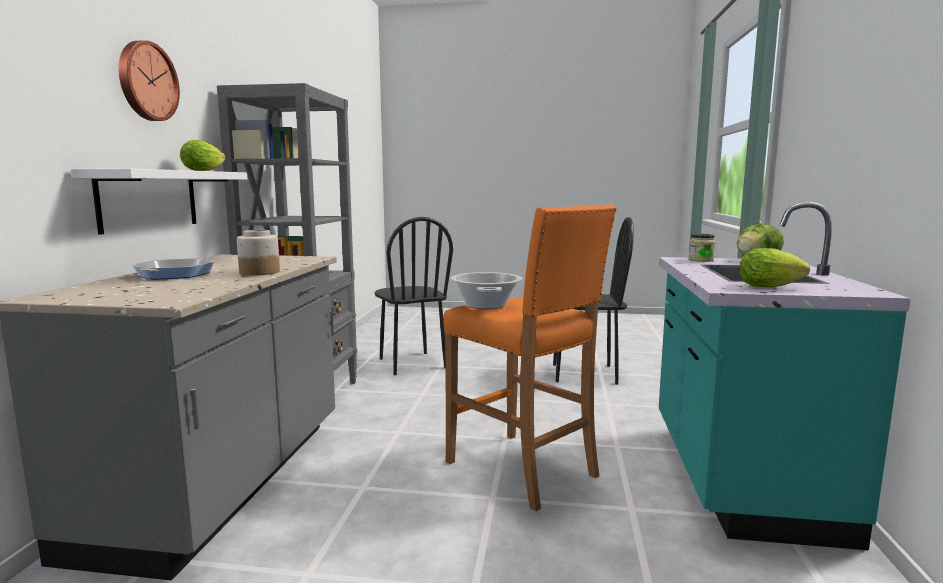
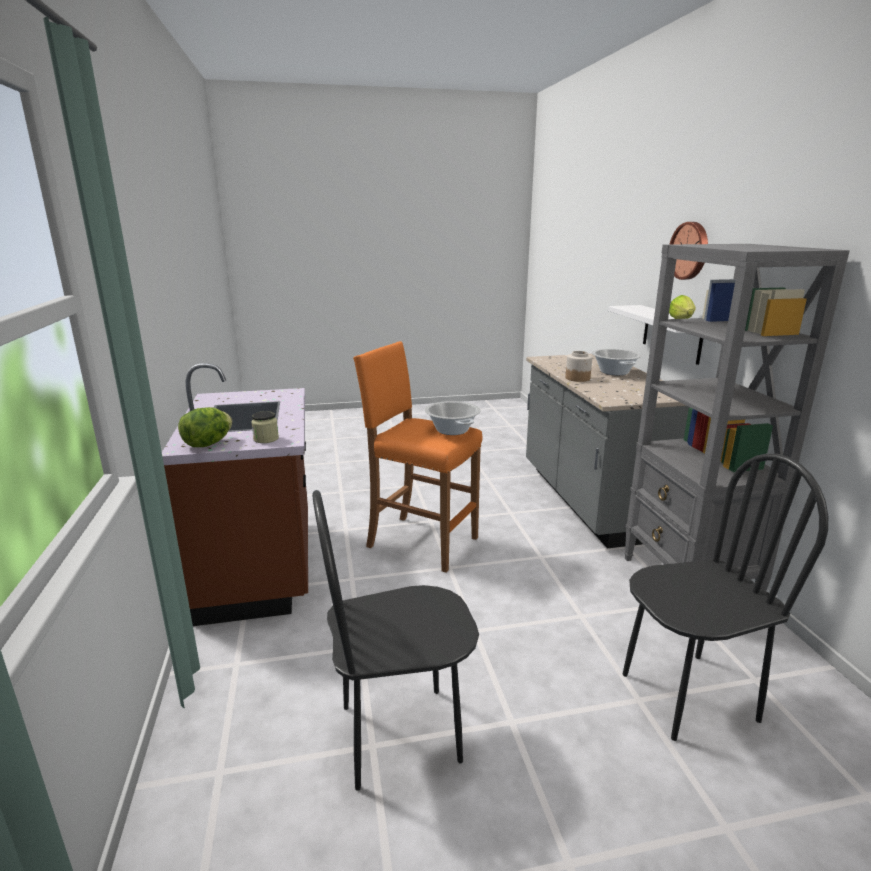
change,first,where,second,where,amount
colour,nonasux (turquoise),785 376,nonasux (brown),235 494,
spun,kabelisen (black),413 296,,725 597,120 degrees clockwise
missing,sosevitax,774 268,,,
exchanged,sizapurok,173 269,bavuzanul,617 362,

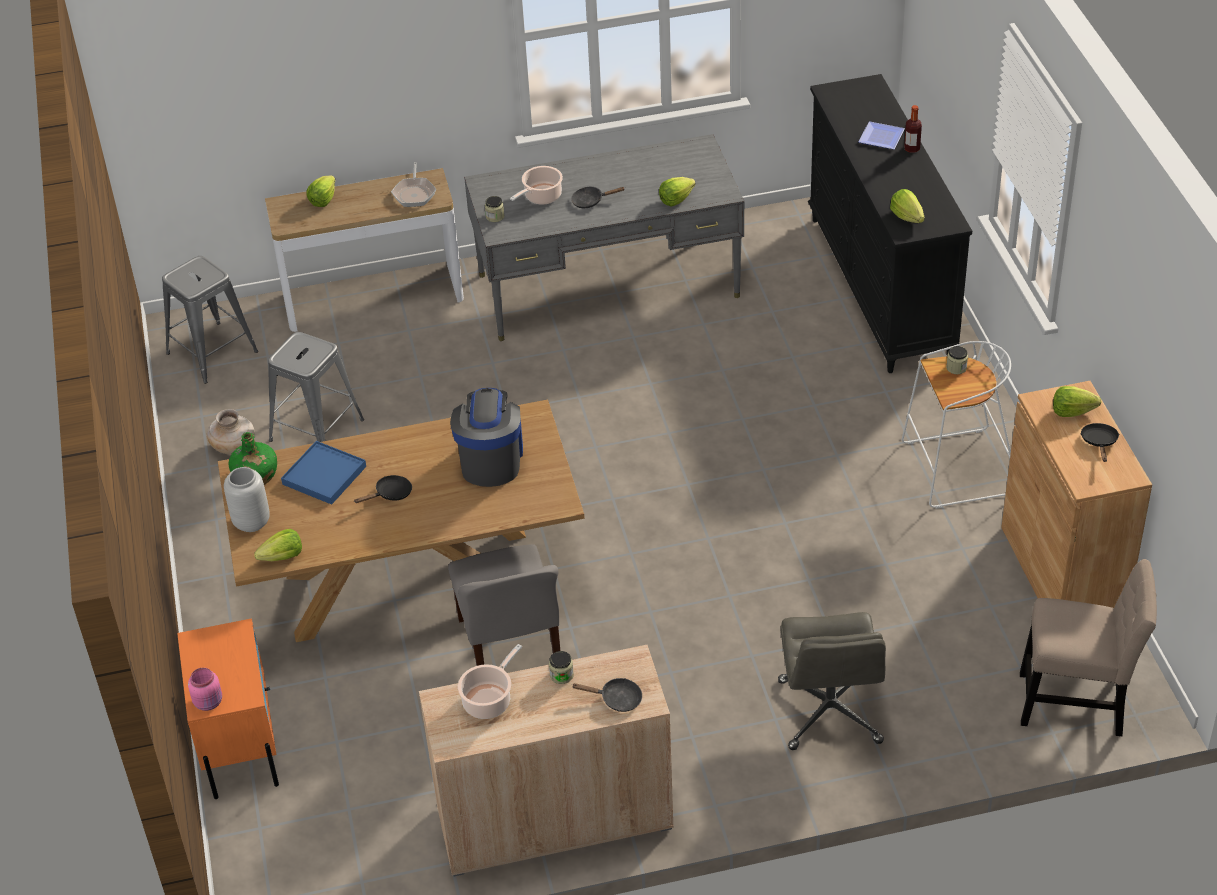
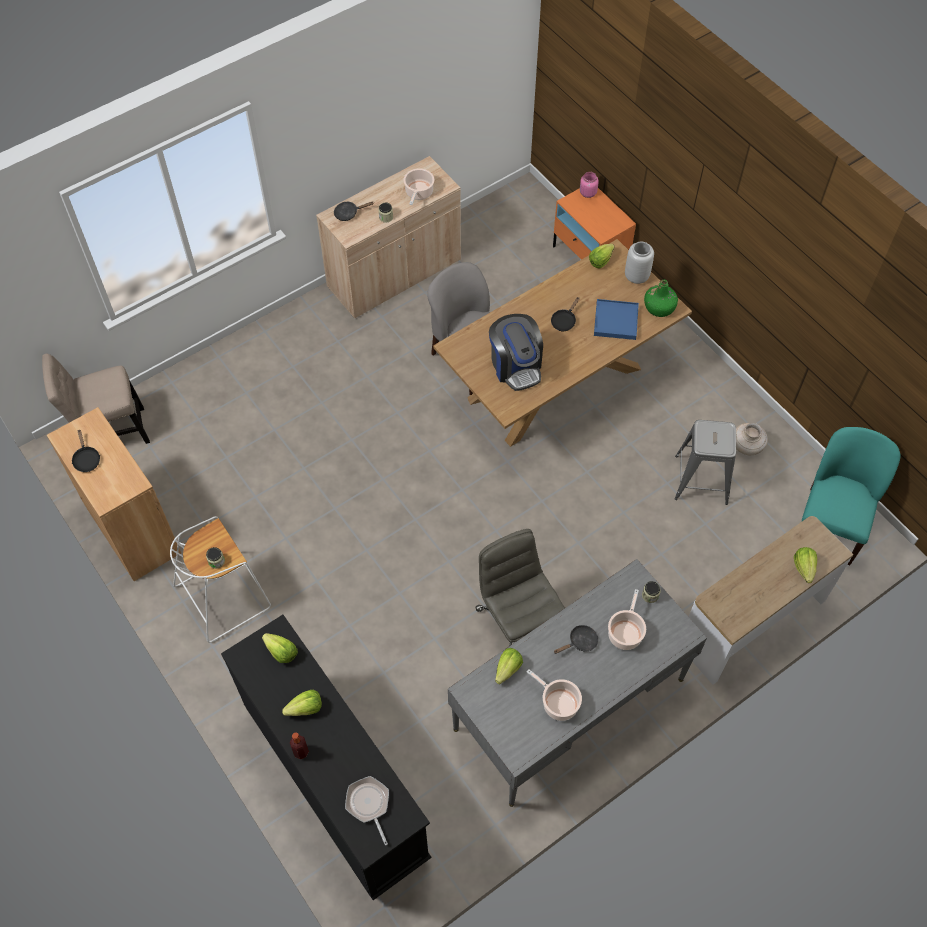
change,first,where,second,where,amount
missing,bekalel,881 135,,,
relocated,sizapurok,413 184,,367 810,
exchanged,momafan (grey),210 320,kabelisen (turquoise),851 496,
relocated,sosevitax,1077 401,,302 703,
relocated,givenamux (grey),832 681,,520 587,
appeared,,,bavuzanul,554 695,

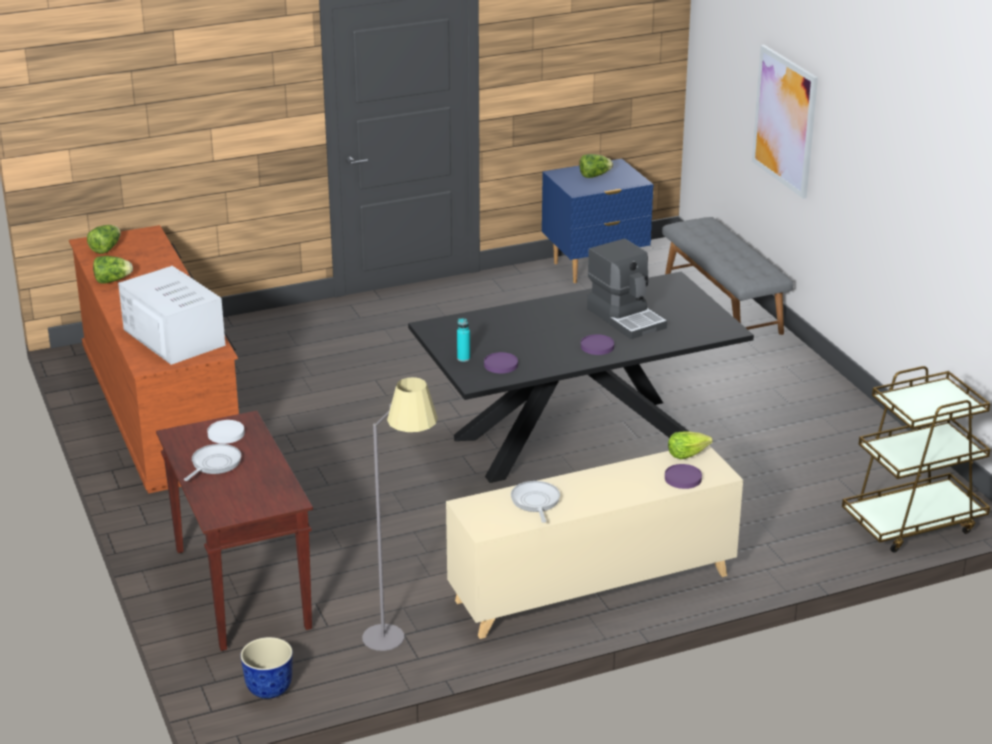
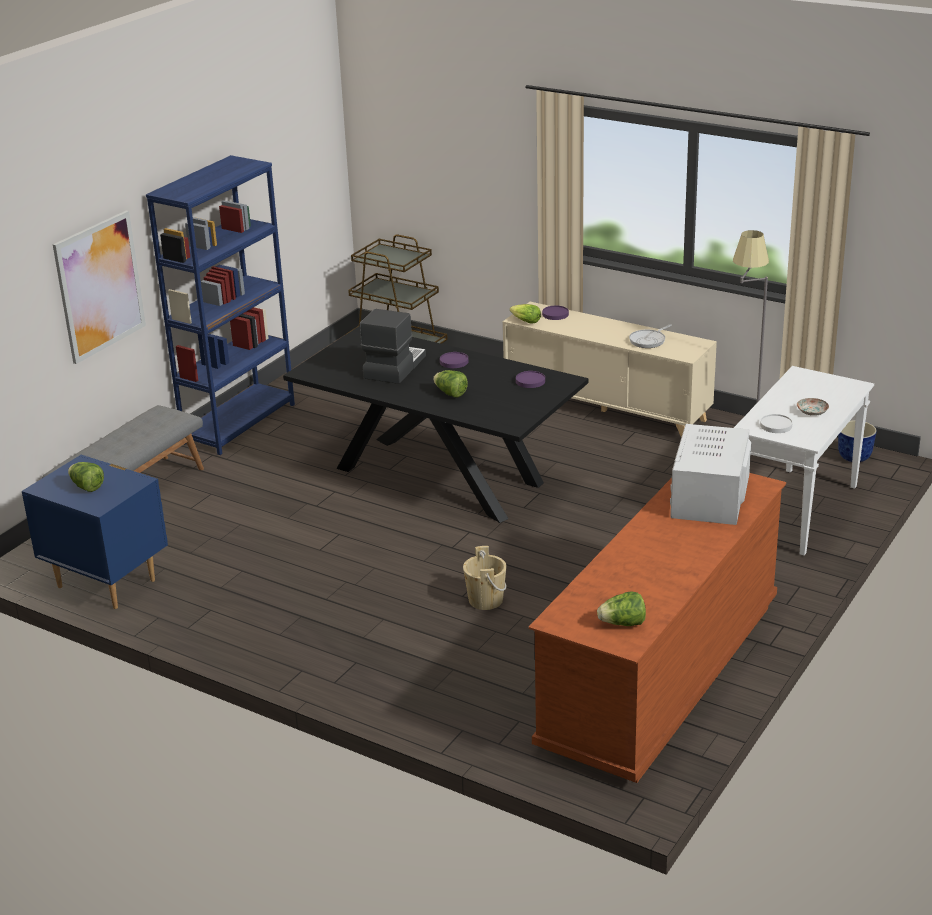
change,first,where,second,where,amount
relocated,sosevitax,113 270,,450 384,
missing,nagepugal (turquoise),463 340,,,
colour,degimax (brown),234 531,degimax (white),804 461,
exchanged,sizapurok,212 462,bekalel,813 407,
appeared,,,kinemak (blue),220 305,
appeared,,,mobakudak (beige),485 578,

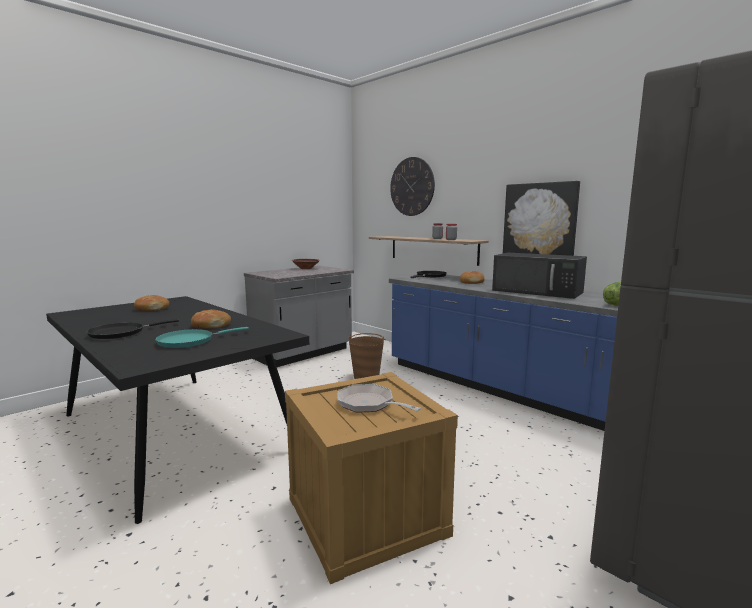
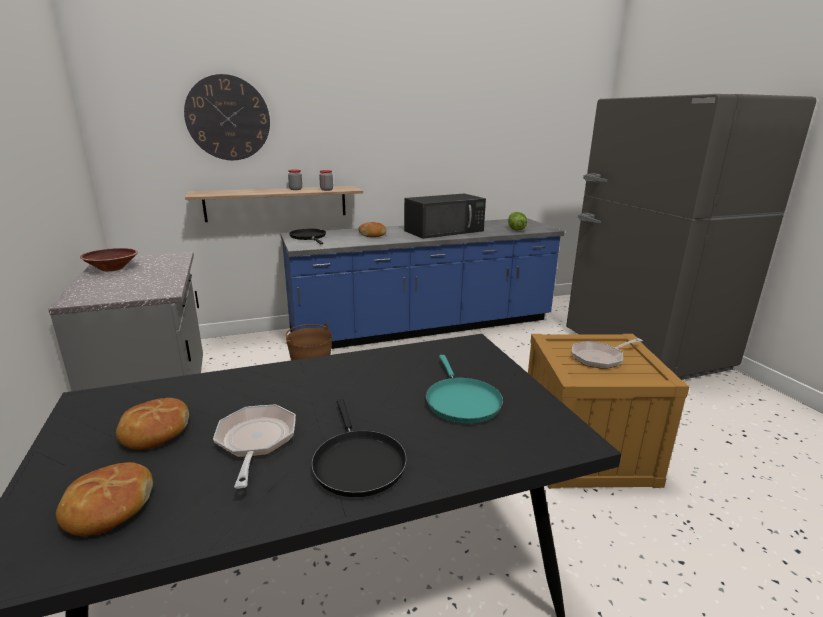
change,first,where,second,where,amount
missing,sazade,541 218,,,
relocated,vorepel,211 319,,104 499,
appeared,,,sizapurok,254 446,

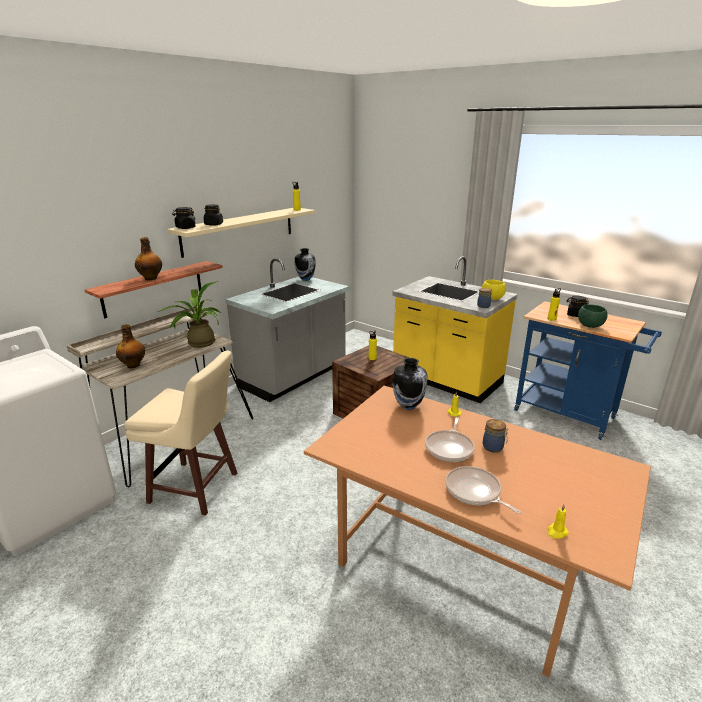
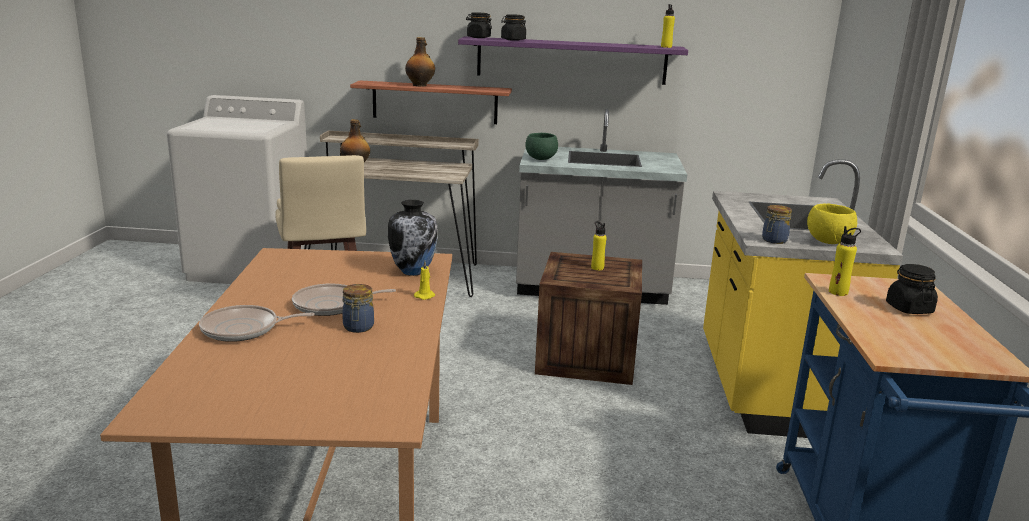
change,first,where,second,where,amount
colour,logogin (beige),241 233,logogin (purple),573 60,
missing,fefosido,305 264,,,
missing,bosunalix,189 314,,,
relocated,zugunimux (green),593 316,,541 146,
spun,sizapurok,483 490,,257 323,120 degrees counterclockwise
missing,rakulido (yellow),558 522,,,

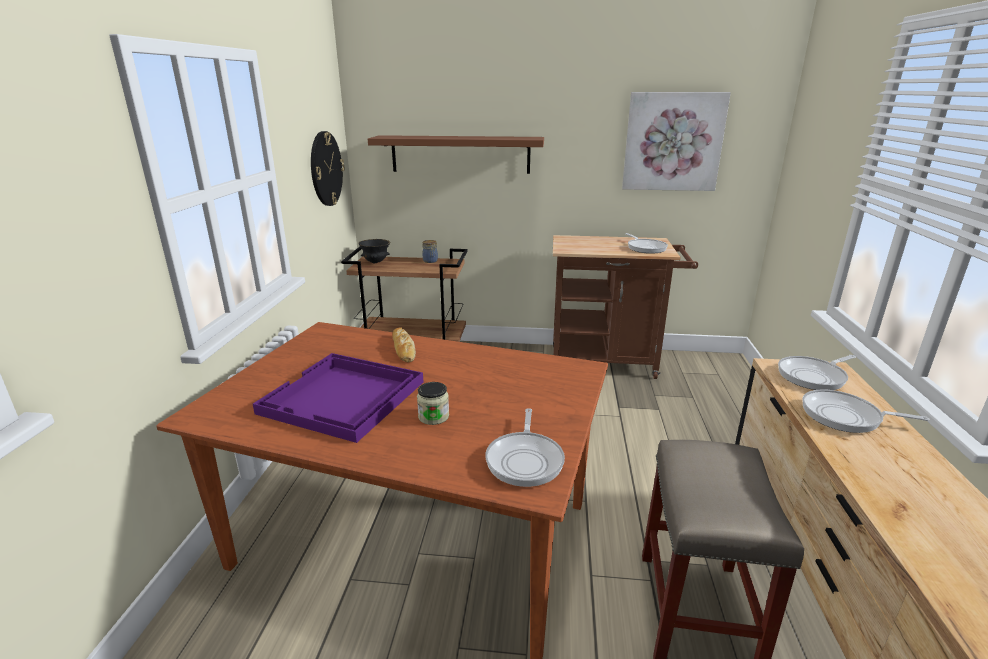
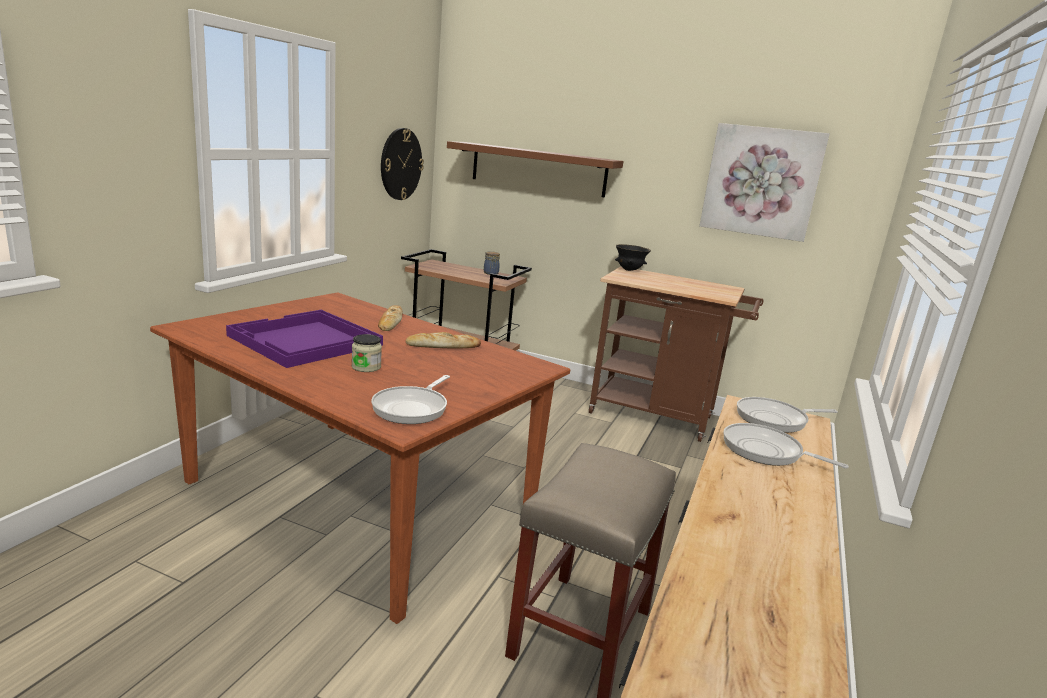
change,first,where,second,where,amount
missing,sizapurok,646 243,,,
relocated,zugunimux (black),374 251,,633 257,
appeared,,,vorepel,443 340,

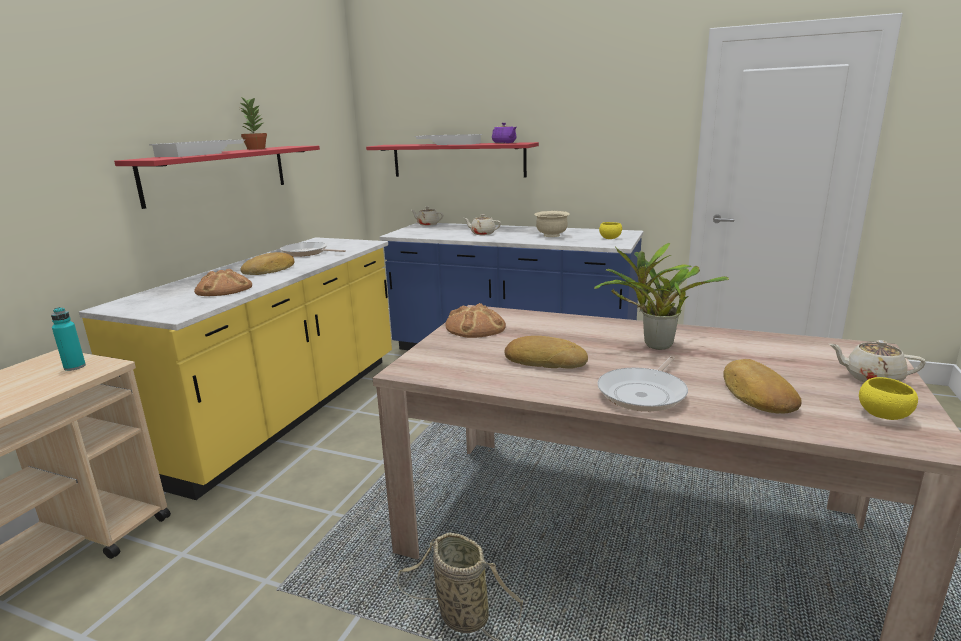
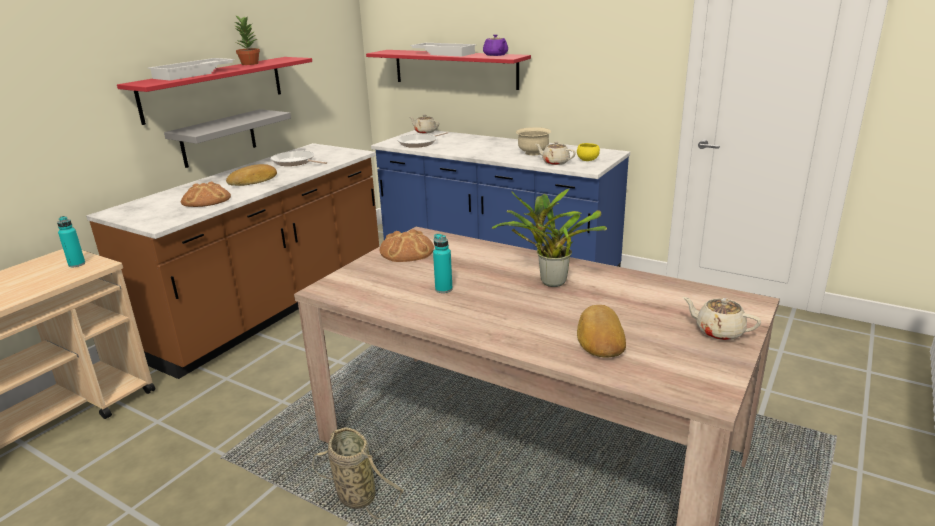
change,first,where,second,where,amount
relocated,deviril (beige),482 224,,555 153,
colour,nonasux (yellow),235 368,nonasux (brown),232 261,
exchanged,vorepel,546 352,nagepugal (turquoise),443 263,
relocated,sizapurok,642 384,,422 140,
missing,zugunimux (yellow),888 398,,,
appeared,,,logogin (grey),227 138,

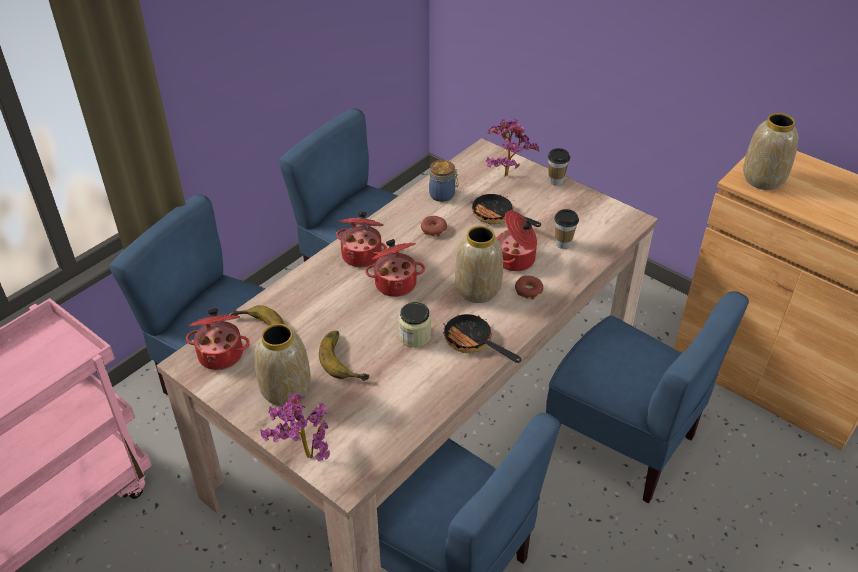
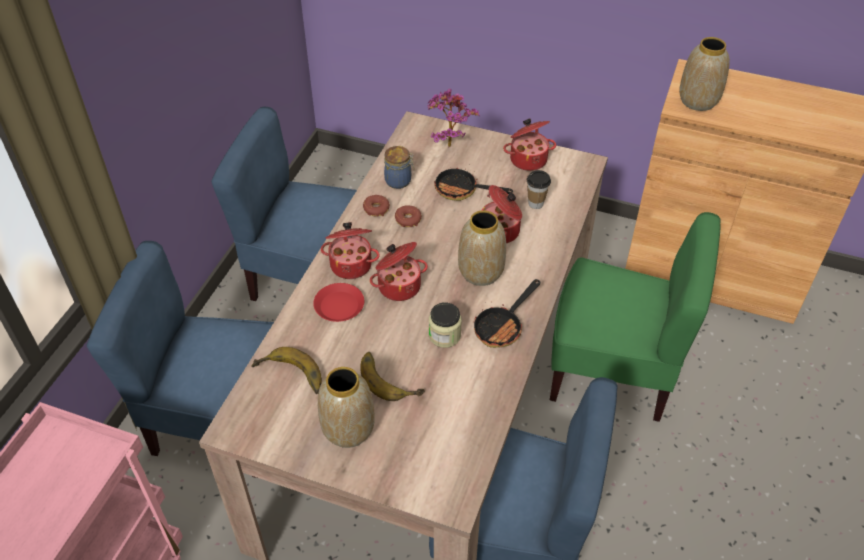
change,first,where,second,where,amount
missing,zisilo,559 167,,,
relocated,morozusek,529 288,,376 206,
colour,kabelisen (blue),647 397,kabelisen (green),635 317,
relocated,bavuzanul,218 339,,529 144,
spun,sizapurok,482 337,,507 313,75 degrees counterclockwise
missing,bosunalix,295 427,,,
appeared,,,bekalel (red),338 302,

